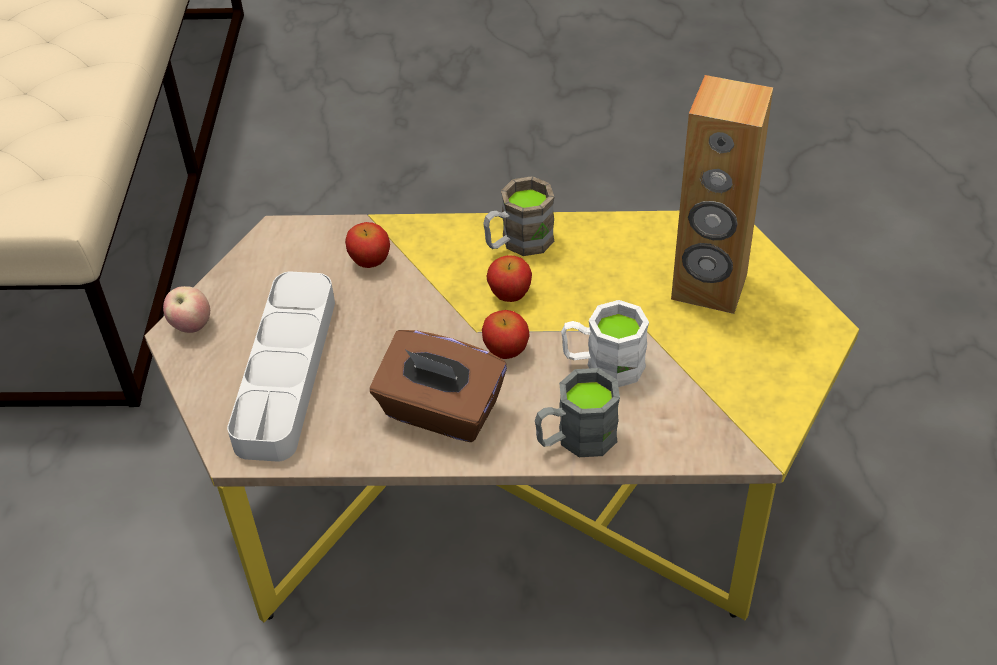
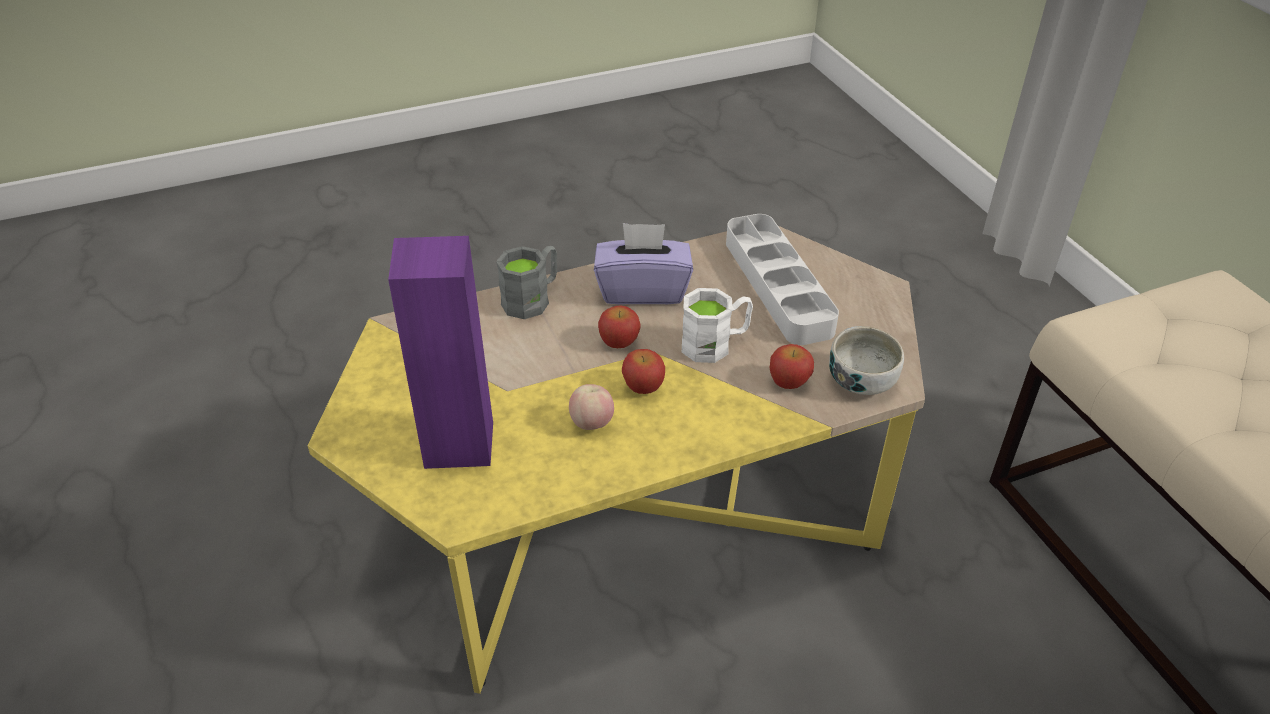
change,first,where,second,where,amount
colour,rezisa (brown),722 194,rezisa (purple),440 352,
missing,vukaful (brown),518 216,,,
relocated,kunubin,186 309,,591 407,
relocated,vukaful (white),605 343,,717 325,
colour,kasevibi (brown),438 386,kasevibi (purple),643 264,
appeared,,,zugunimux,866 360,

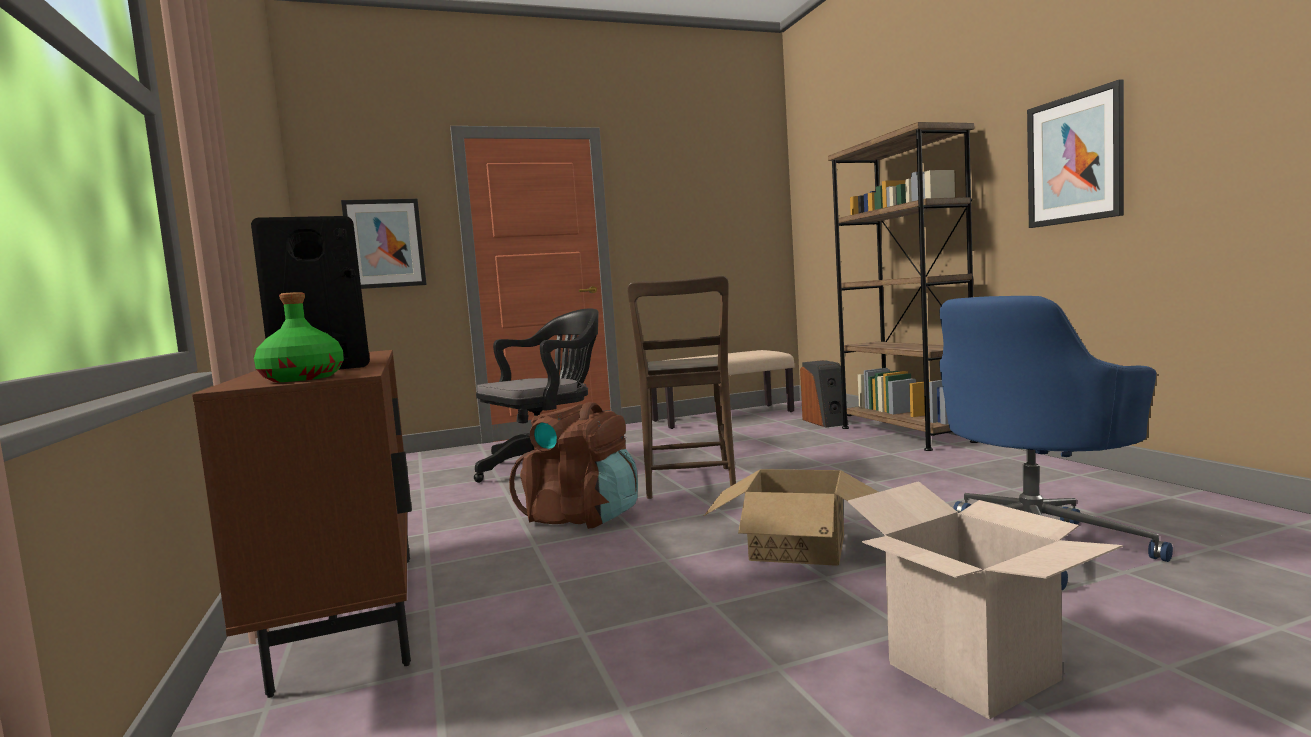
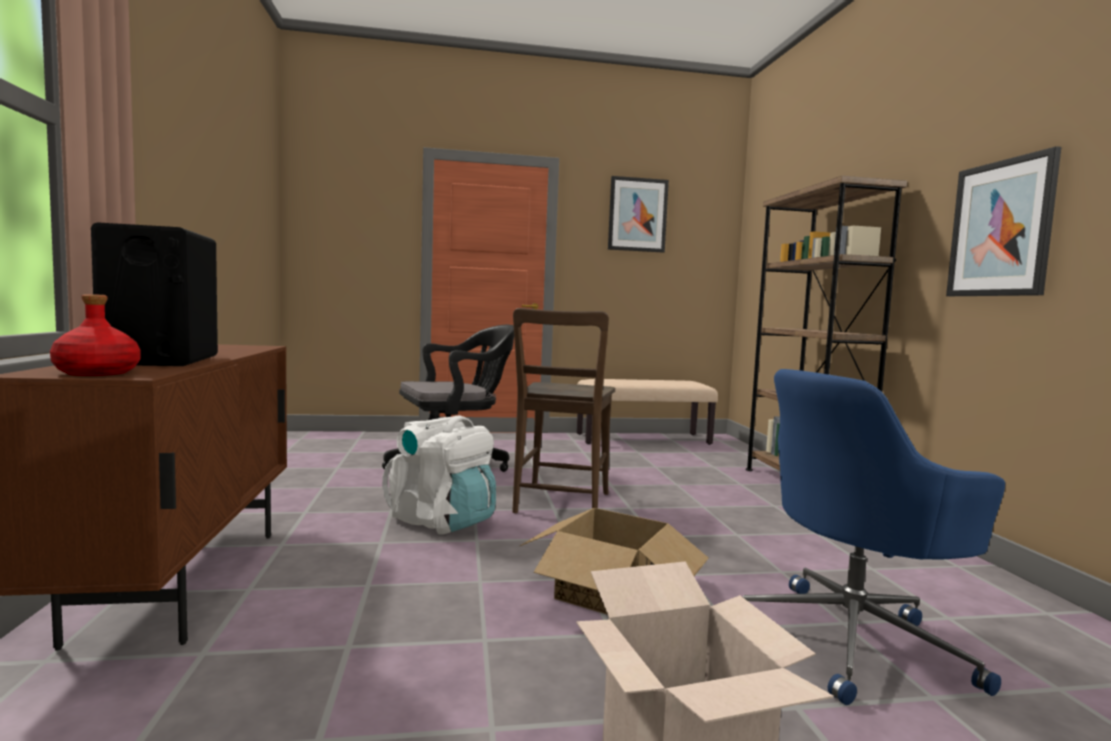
change,first,where,second,where,amount
relocated,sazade,384 244,,638 214,
colour,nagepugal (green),299 337,nagepugal (red),95 335,
missing,rezisa,824 393,,,
colour,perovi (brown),573 465,perovi (white),439 475,

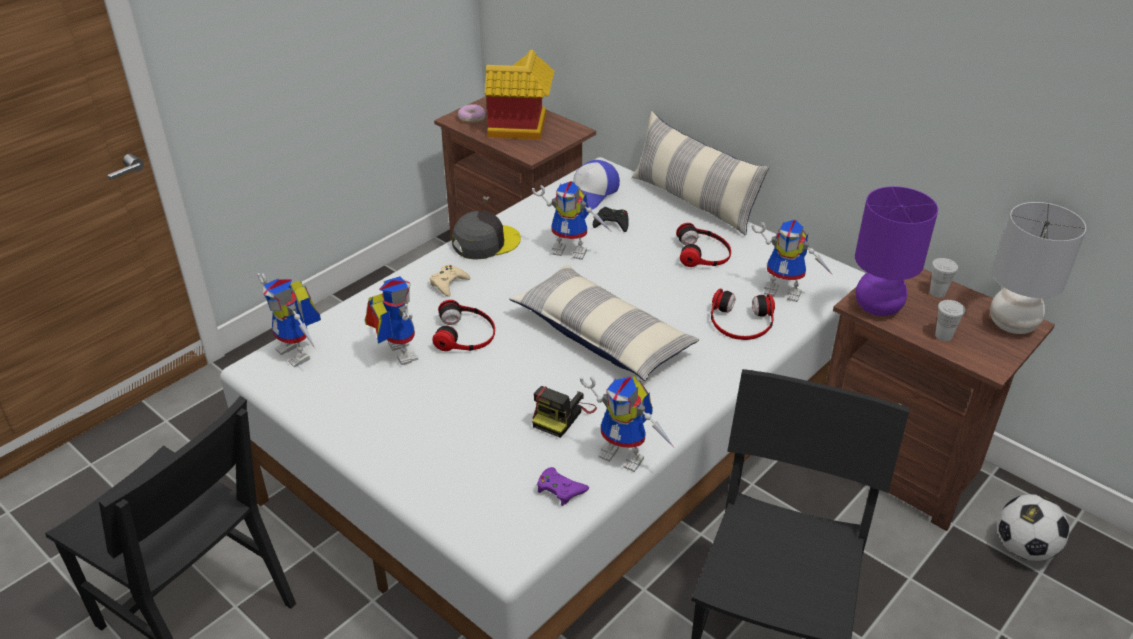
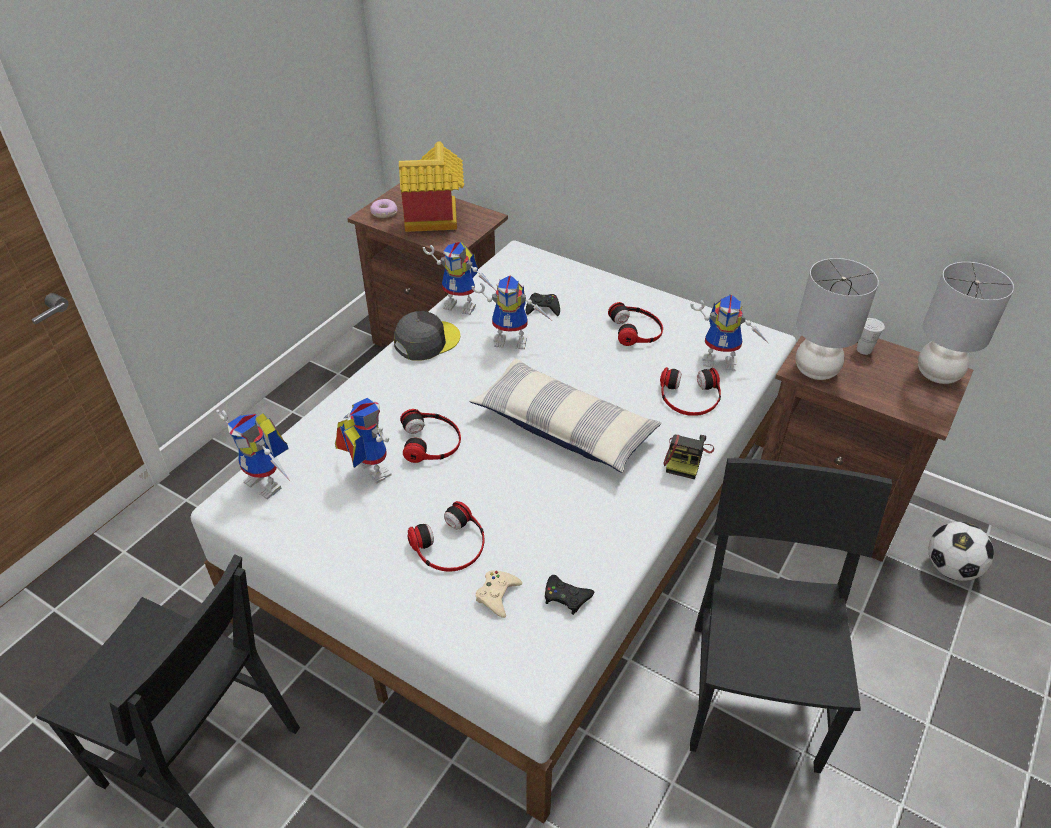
change,first,where,second,where,amount
missing,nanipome,700 174,,,
missing,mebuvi,596 185,,,
colour,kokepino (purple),896 251,kokepino (grey),837 319,
relocated,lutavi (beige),450 281,,499 594,
missing,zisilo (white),950 320,,,
relocated,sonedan,627 423,,459 278,
relocated,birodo,564 412,,688 457,
colour,lutavi (purple),563 486,lutavi (black),569 595,
appeared,,,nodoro,445 536,

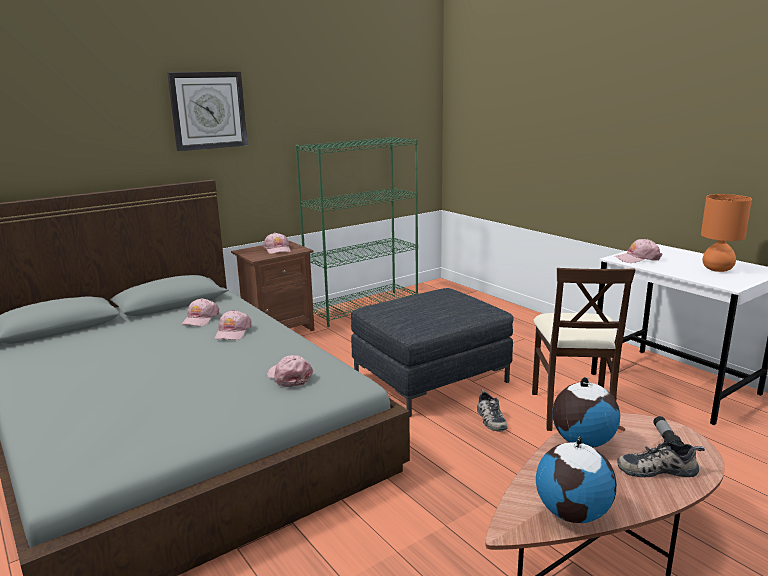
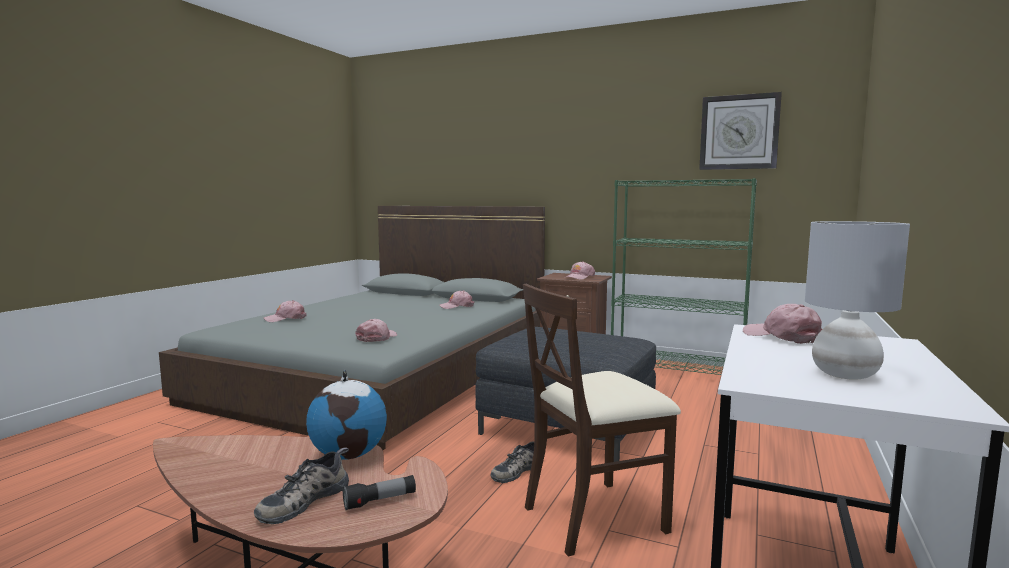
change,first,where,second,where,amount
relocated,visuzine,207 111,,740 131,
colour,kokepino (orange),726 233,kokepino (grey),857 300,
relocated,mebuvi (pink),233 325,,285 311,
missing,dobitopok,576 479,,,
spun,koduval,661 459,,301 485,120 degrees counterclockwise

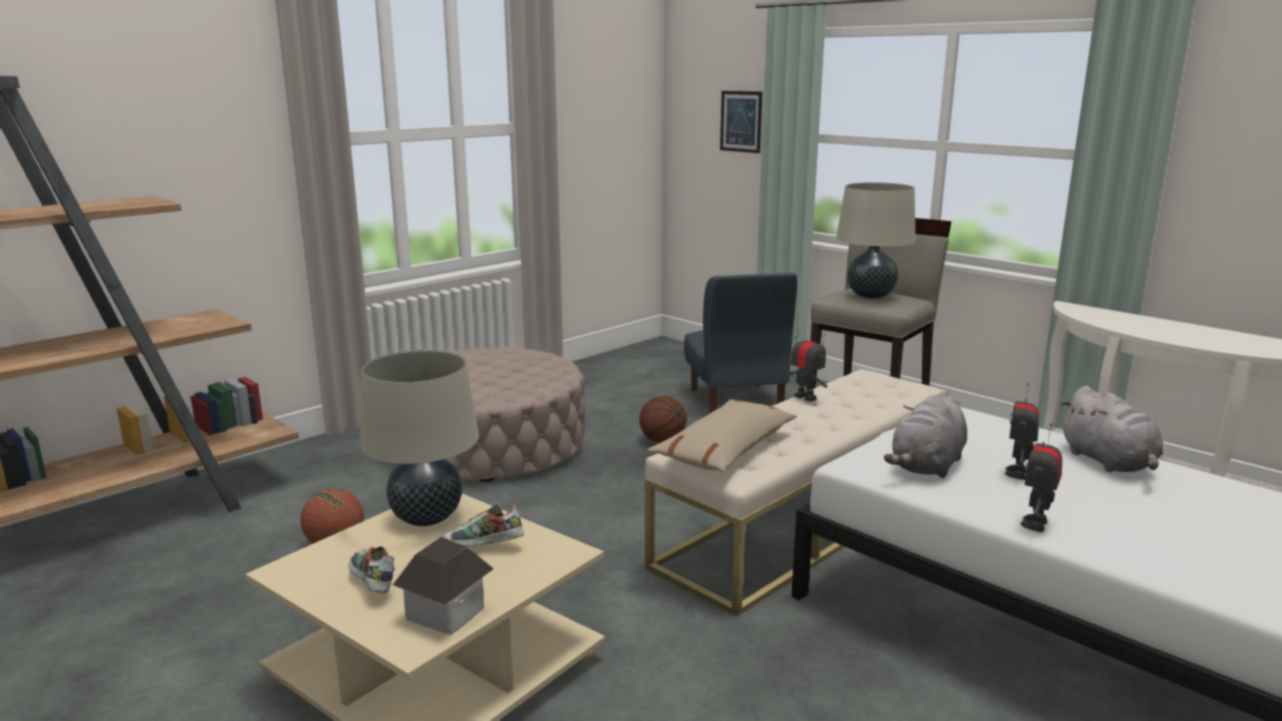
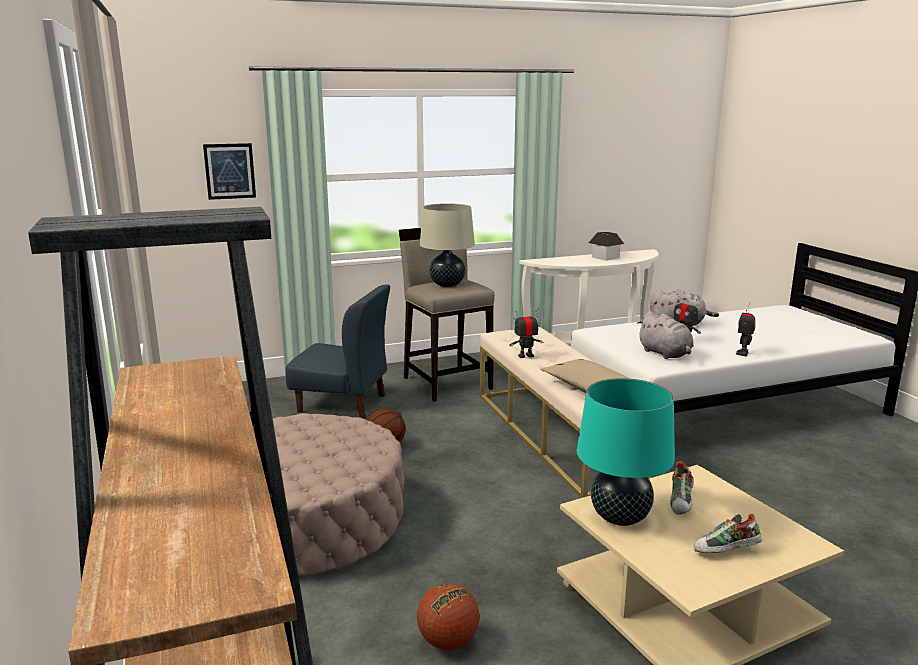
change,first,where,second,where,amount
colour,kokepino (beige),419 438,kokepino (turquoise),626 452,
spun,sonedan,1041 478,,745 329,60 degrees clockwise
relocated,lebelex,443 586,,606 246,

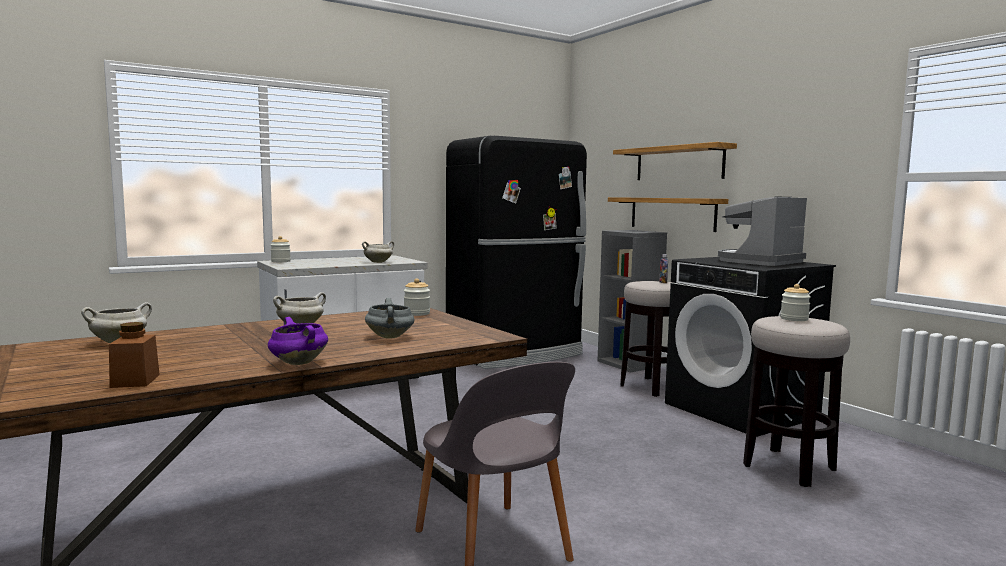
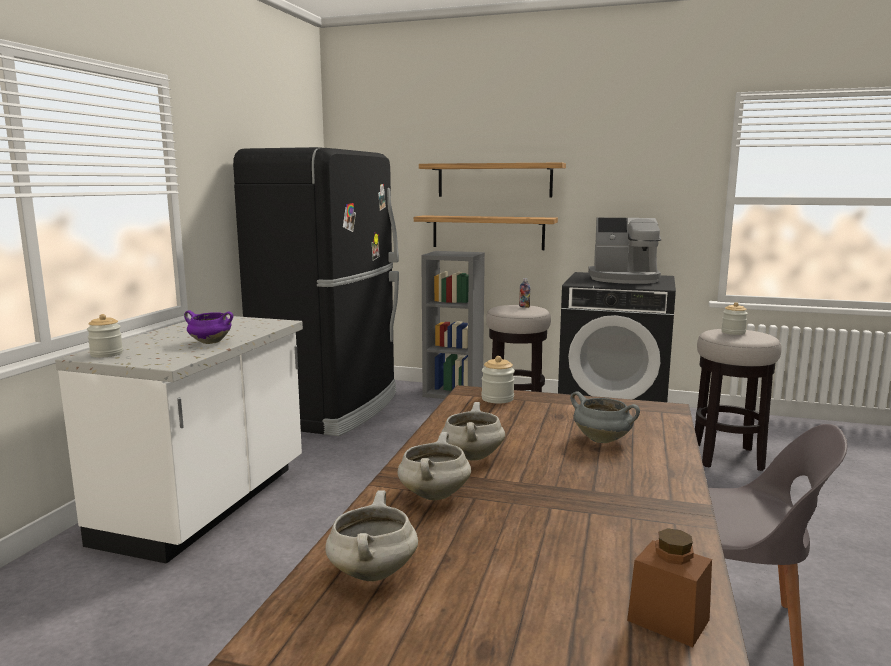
change,first,where,second,where,amount
spun,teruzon,762 231,,624 251,90 degrees counterclockwise
relocated,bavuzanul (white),378 252,,434 466,
relocated,bavuzanul (purple),298 341,,208 327,

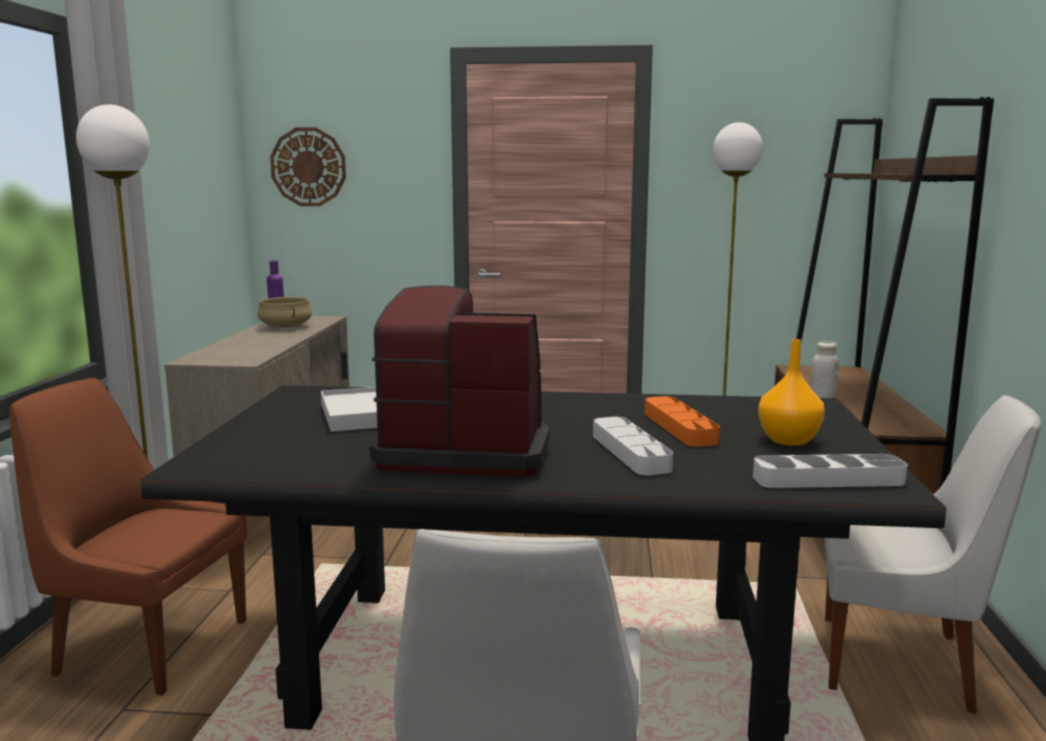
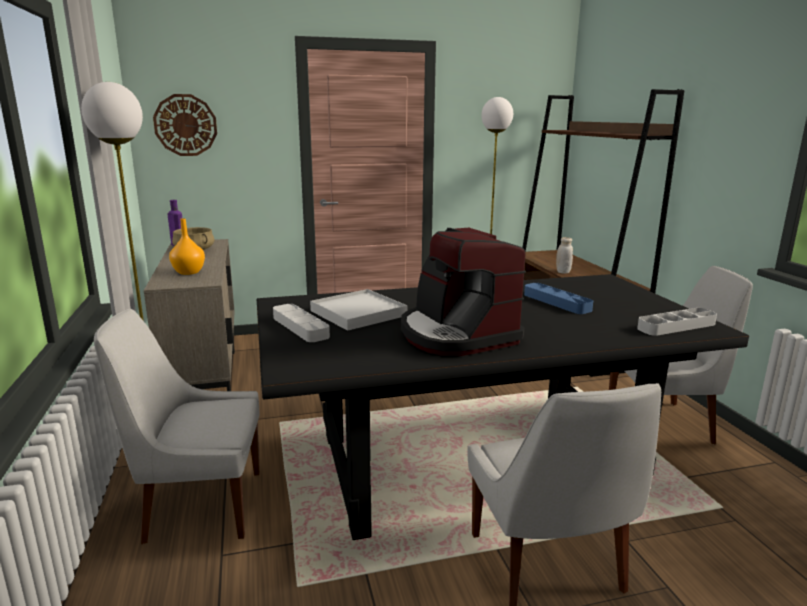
change,first,where,second,where,amount
spun,teruzon,459 381,,463 292,105 degrees counterclockwise
relocated,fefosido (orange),791 392,,187 246,
colour,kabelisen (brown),128 537,kabelisen (white),177 426,
colour,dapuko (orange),682 421,dapuko (blue),558 298,
relocated,dapuko (grey),633 446,,301 323,

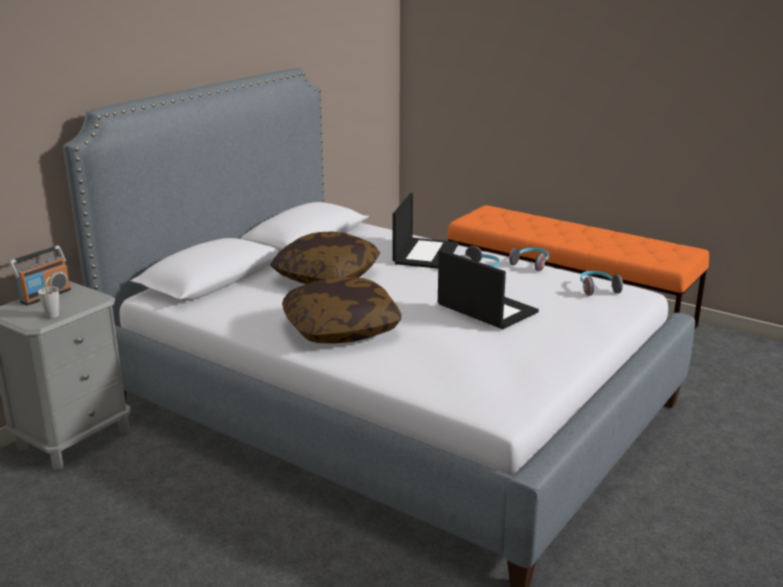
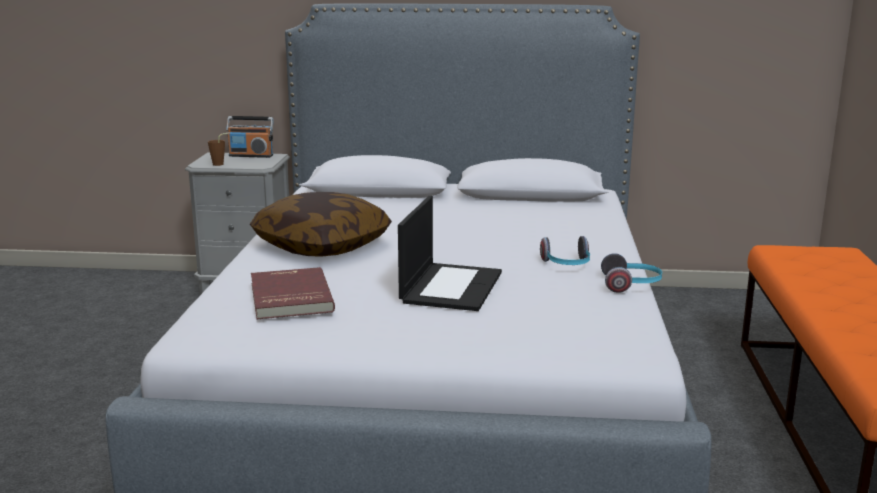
change,first,where,second,where,amount
missing,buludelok,426 230,,,
missing,nanipome,325 257,,,
missing,nodoro,601 283,,,
colour,zisilo (grey),48 297,zisilo (brown),218 149,
appeared,,,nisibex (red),293 293,

